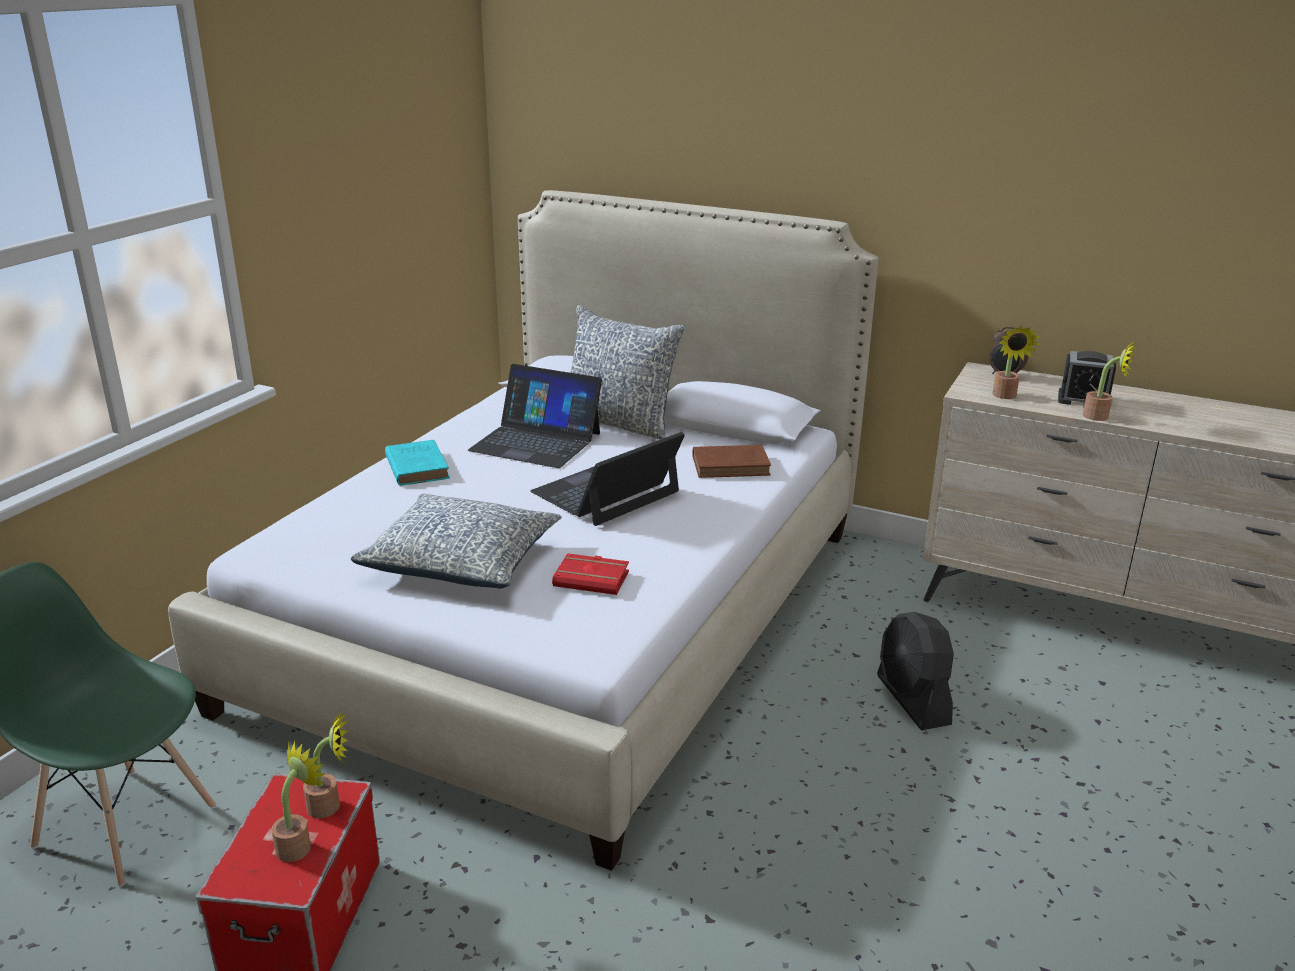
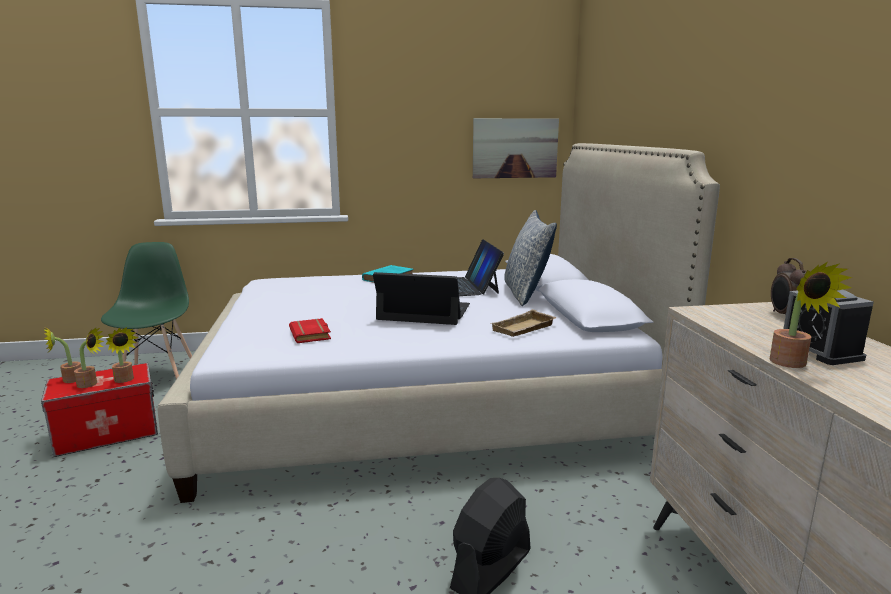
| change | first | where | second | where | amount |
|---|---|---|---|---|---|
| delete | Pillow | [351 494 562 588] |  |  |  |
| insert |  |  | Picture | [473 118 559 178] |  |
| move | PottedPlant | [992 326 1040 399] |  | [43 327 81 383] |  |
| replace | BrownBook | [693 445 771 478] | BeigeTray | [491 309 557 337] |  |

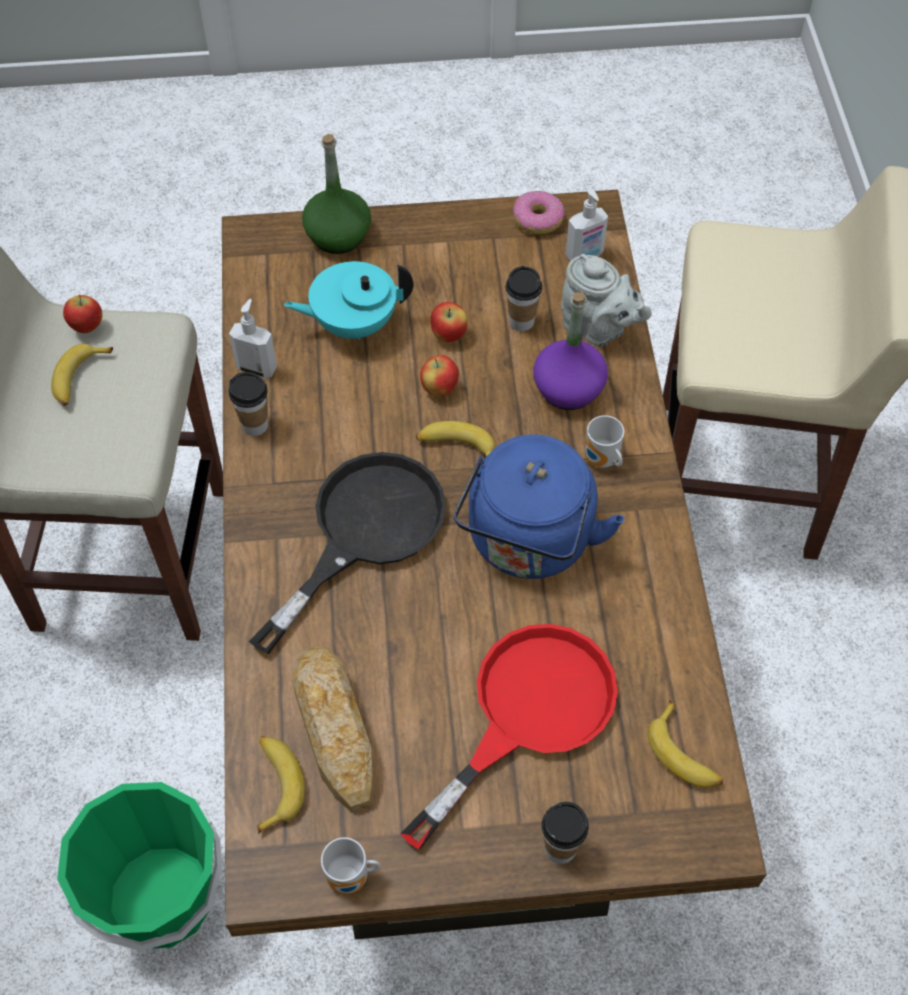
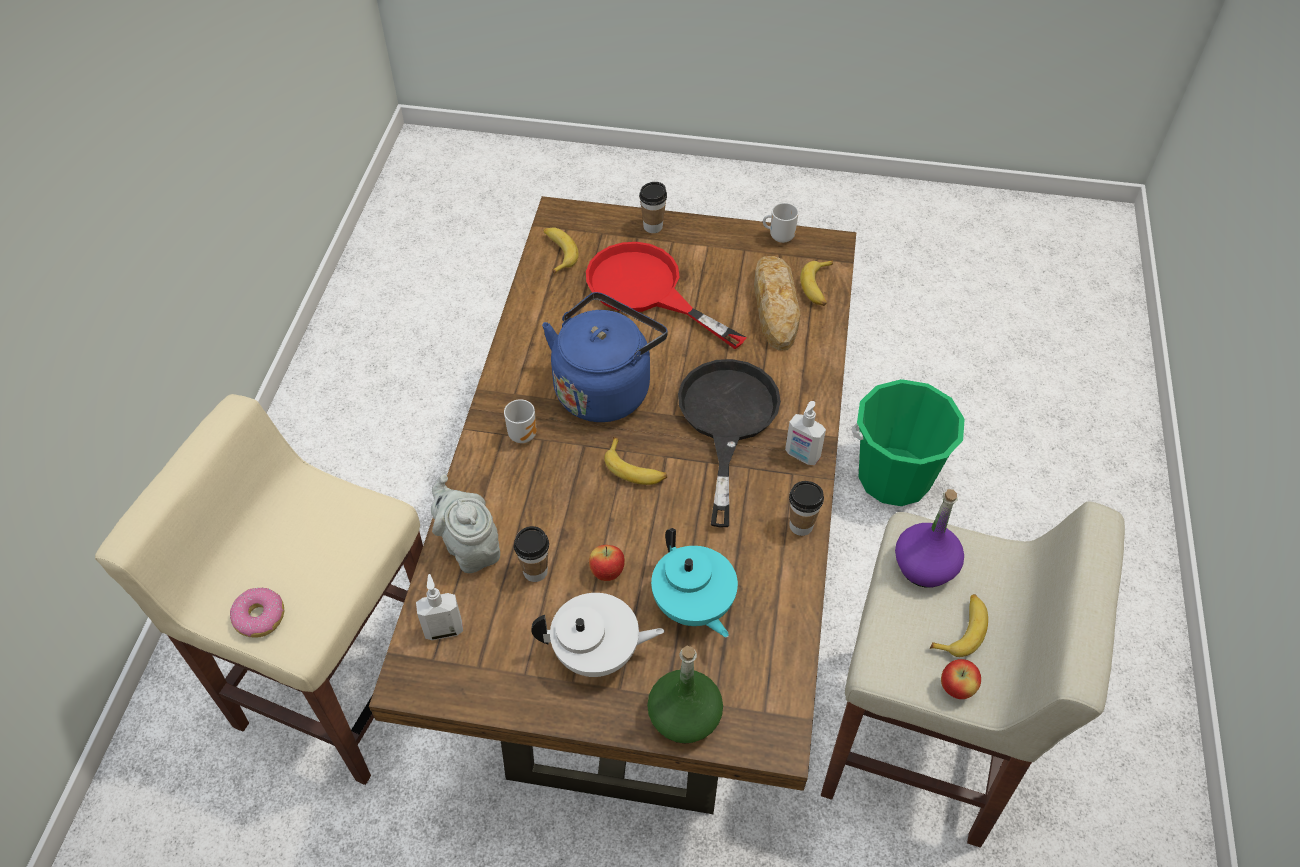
| change | first | where | second | where | amount |
|---|---|---|---|---|---|
| delete | Apple | [420 355 459 397] |  |  |  |
| insert |  |  | WhiteTeapot | [532 593 664 677] |  |
| move | SoapDispenser | [229 299 277 378] |  | [785 401 826 465] |  |
| move | Donut | [513 191 565 234] |  | [230 588 285 638] |  |
| move | PurpleBottle | [533 292 608 410] |  | [895 489 964 588] |  |
| rotate | BlackFryingPan | [249 452 446 654] |  | [678 359 781 528] | 135 degrees clockwise |
| rotate | TurquoiseTeapot | [284 261 414 340] |  | [651 528 738 637] | 60 degrees clockwise |
| rotate | RedFryingPan | [400 624 618 849] |  | [586 242 747 349] | 75 degrees clockwise |

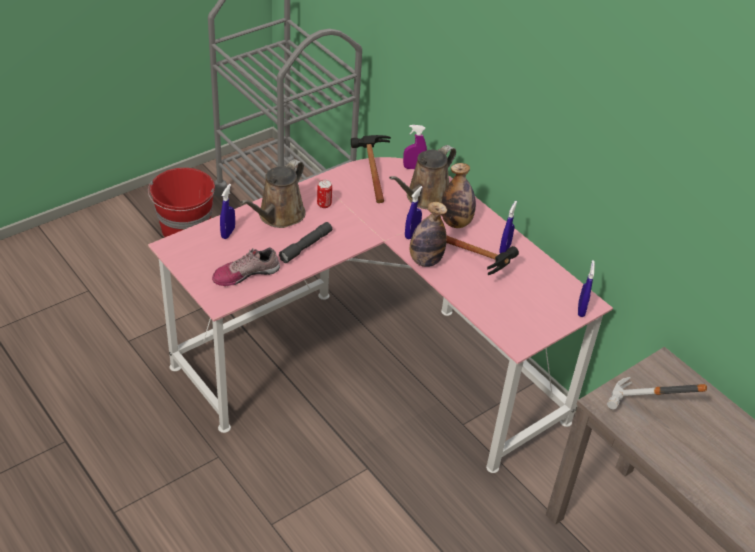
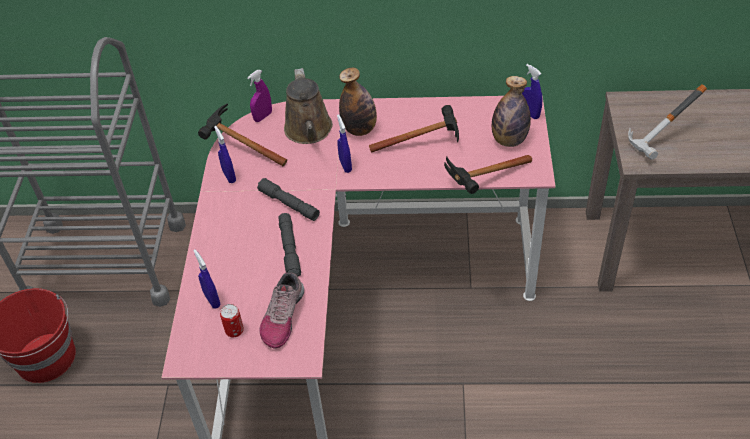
| change | first | where | second | where | amount |
|---|---|---|---|---|---|
| delete | BrownWateringCan | [241 159 306 228] |  |  |  |
| insert |  |  | GreyFlashlight | [257 178 320 221] |  |
| insert |  |  | Hammer | [444 155 532 194] |  |
| move | Can | [317 180 332 208] |  | [220 304 244 337] |  |
| move | Bottle | [410 202 447 267] |  | [492 76 531 147] |  |
| move | BlueSprayBottle | [499 201 517 253] |  | [214 126 236 183] |  |

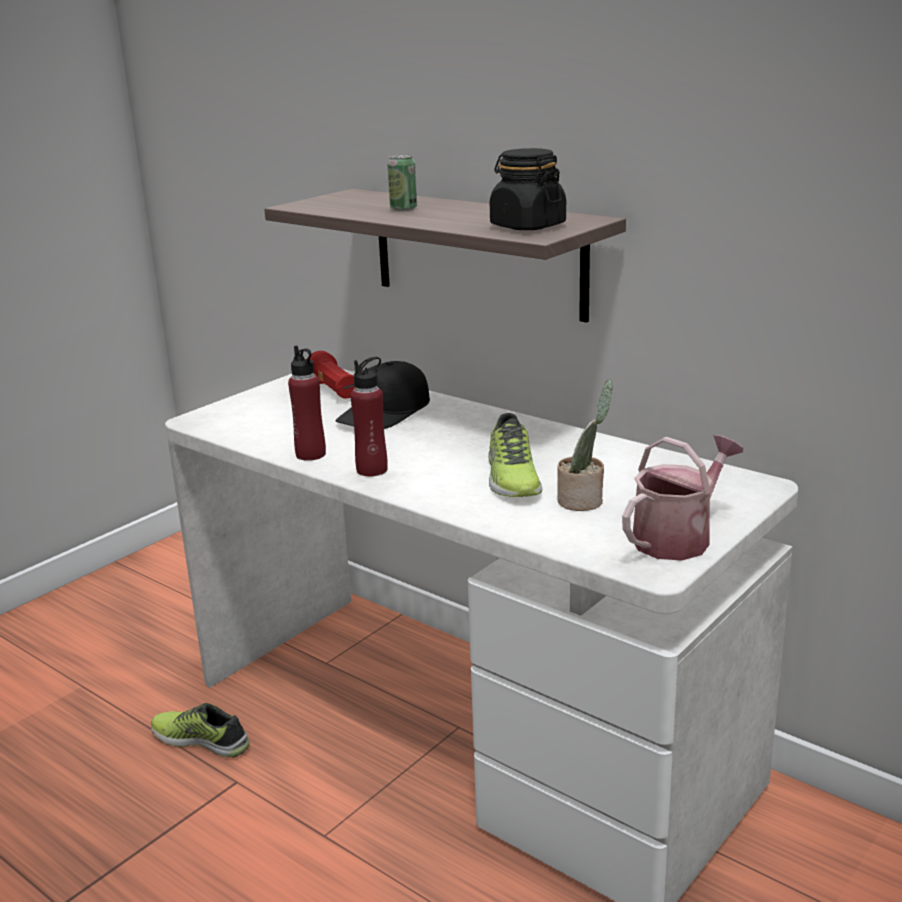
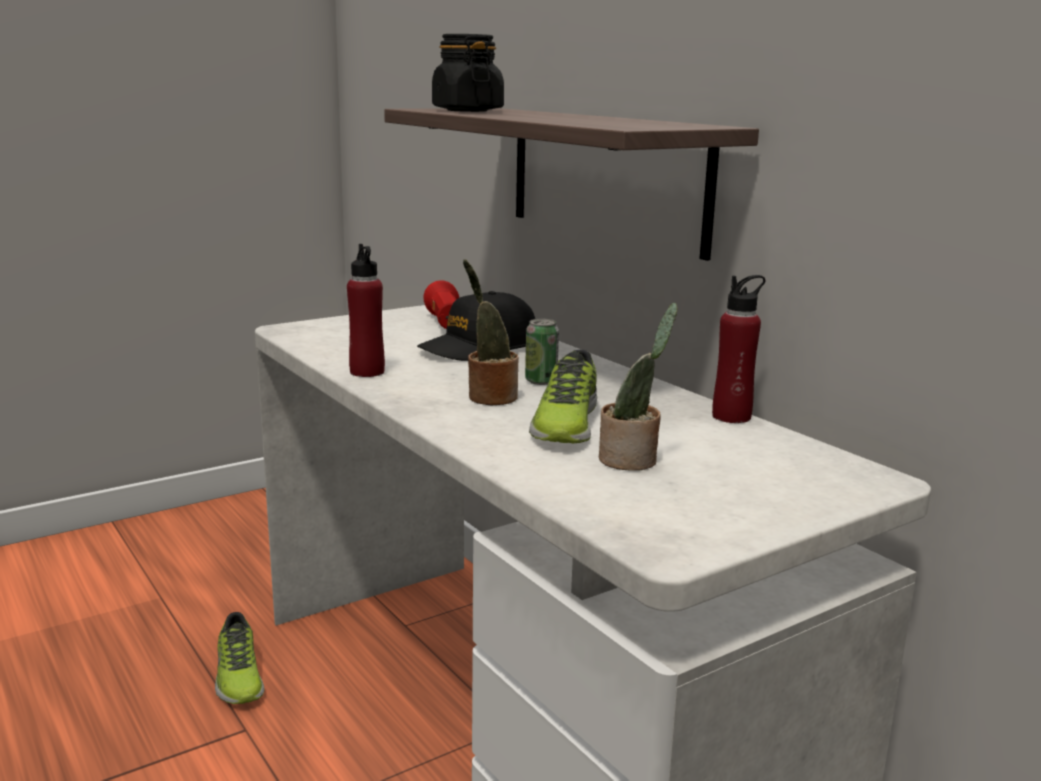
| change | first | where | second | where | amount |
|---|---|---|---|---|---|
| delete | WateringCan | [622 435 743 561] |  |  |  |
| insert |  |  | PottedPlant | [463 260 519 405] |  |
| move | RedBottle | [350 357 388 477] |  | [712 275 766 423] |  |
| move | Can | [387 154 417 211] |  | [525 319 559 385] |  |
| move | BlackJar | [490 148 566 230] |  | [432 34 504 112] |  |
| rotate | Shoe | [151 703 250 758] |  | [215 612 265 704] | 150 degrees counterclockwise |

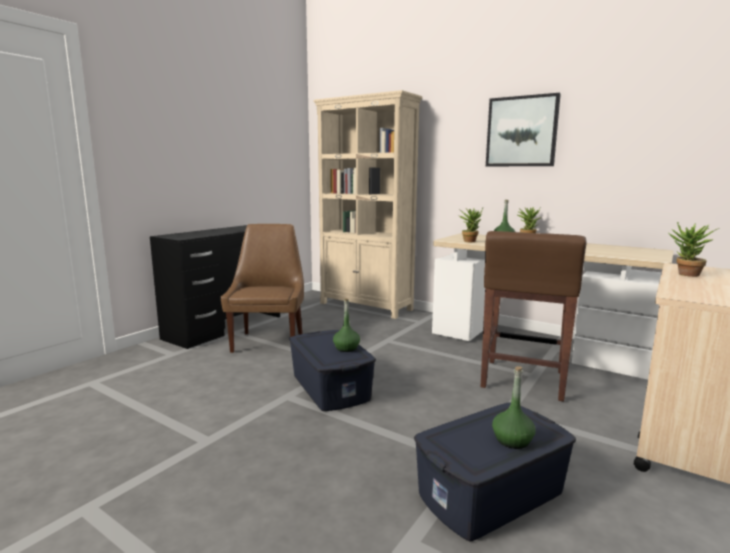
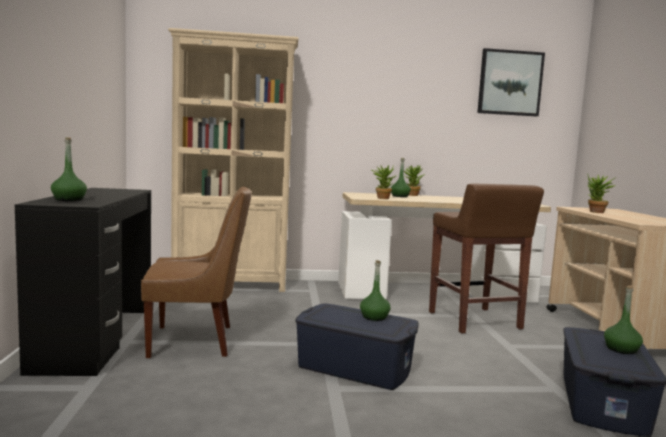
| change | first | where | second | where | amount |
|---|---|---|---|---|---|
| insert |  |  | GreenBottle | [51 137 87 201] |  |
| move | Picture | [486 93 561 166] |  | [477 48 545 116] |  |
| rotate | BrownChair | [221 224 304 353] |  | [141 187 252 359] | 120 degrees clockwise |

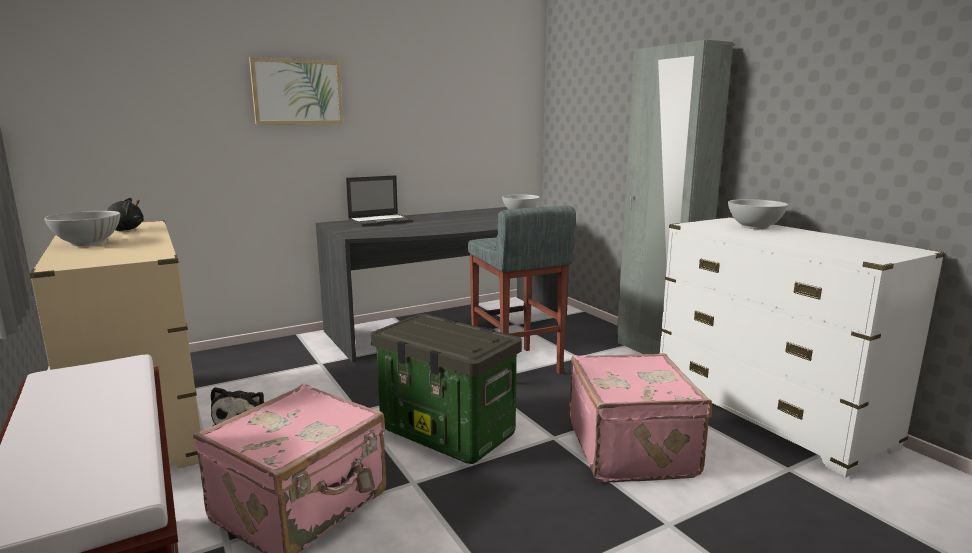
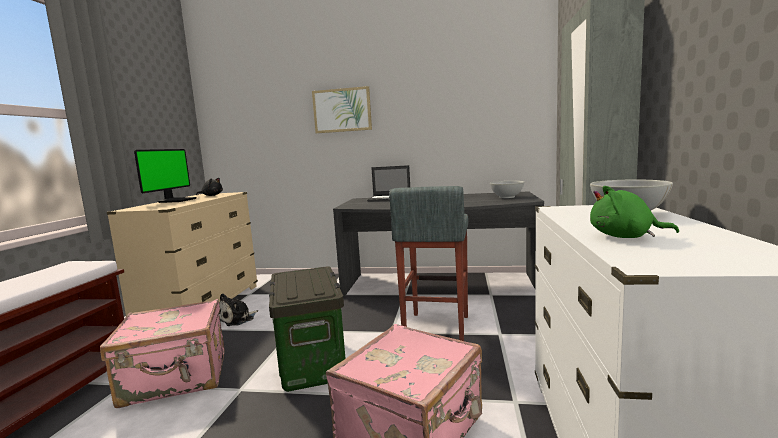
| change | first | where | second | where | amount |
|---|---|---|---|---|---|
| insert |  |  | GreenPlushToy | [590 186 679 238] |  |
| replace | WhiteBowl | [44 211 120 246] | Monitor | [134 149 197 203] |  |

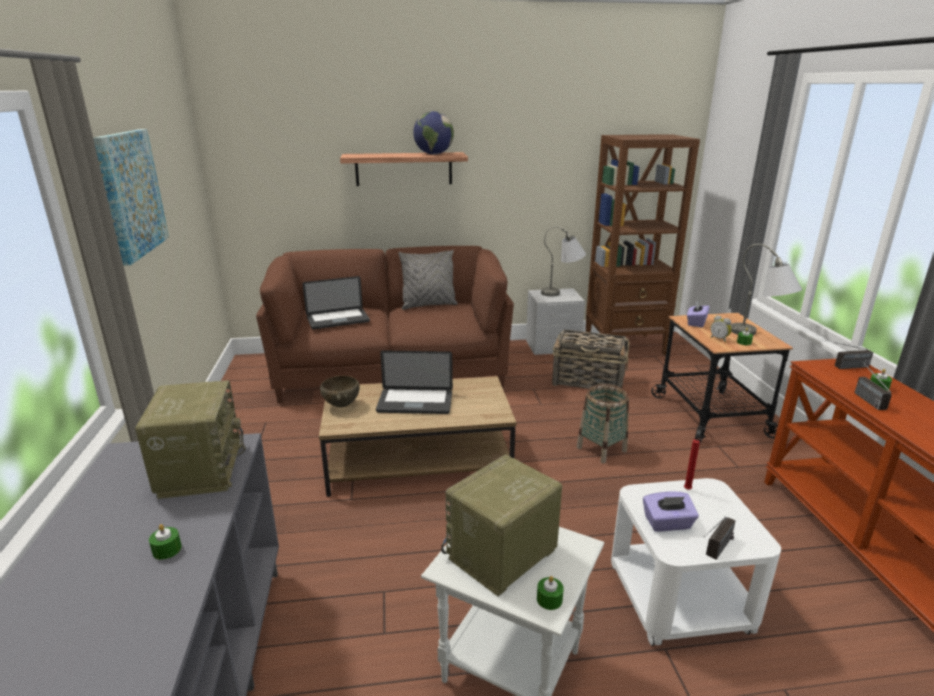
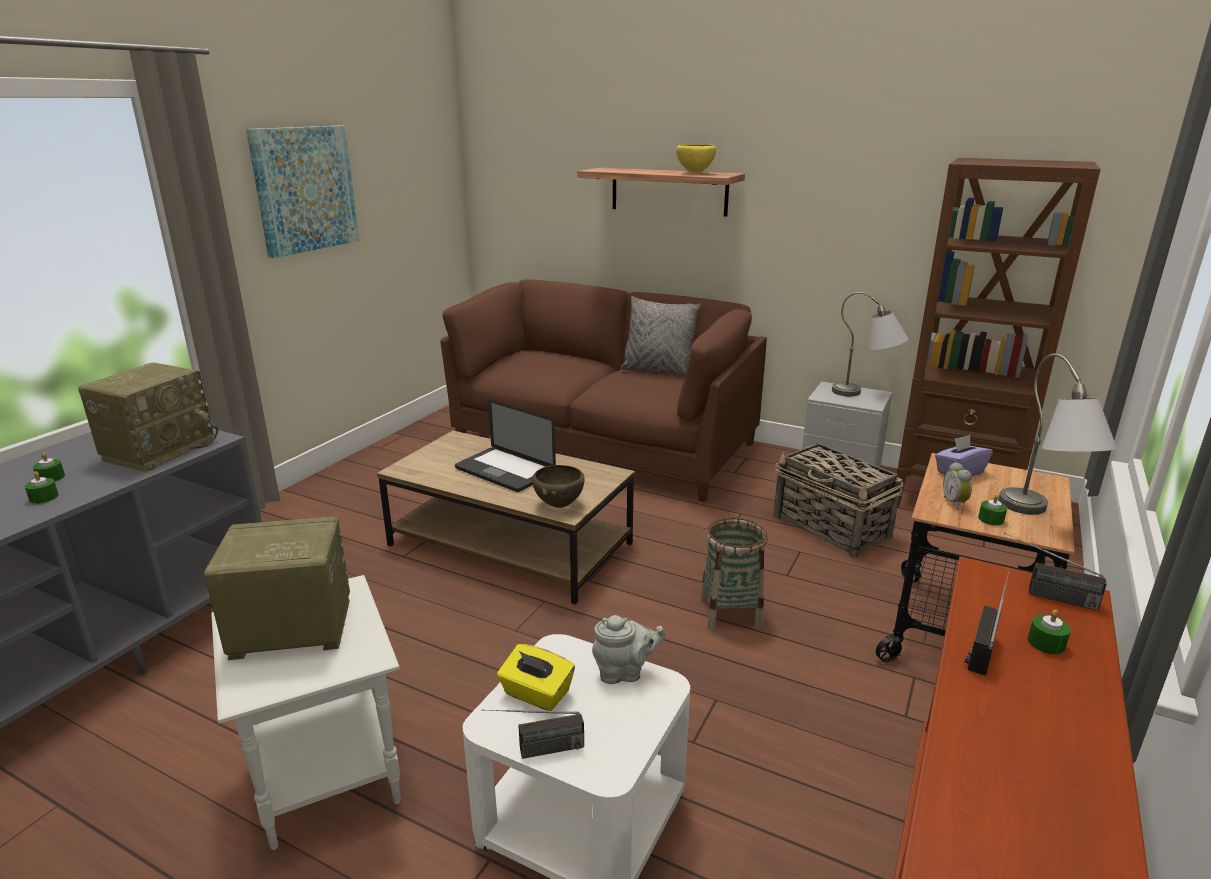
| change | first | where | second | where | amount |
|---|---|---|---|---|---|
| delete | Laptop | [303 276 370 329] |  |  |  |
| move | BrownBowl | [320 376 360 408] |  | [532 465 585 508] |  |
| move | GreenCandle | [537 576 564 610] |  | [33 453 65 481] |  |
| replace | Globe | [413 111 454 155] | YellowBowl | [676 144 716 174] |  |
| replace | RedCandle | [684 439 700 490] | GreyTeapot | [592 615 666 684] |  |
| recolor | PurpleTissueBox | [643 491 699 532] | YellowTissueBox | [497 644 575 711] |  |

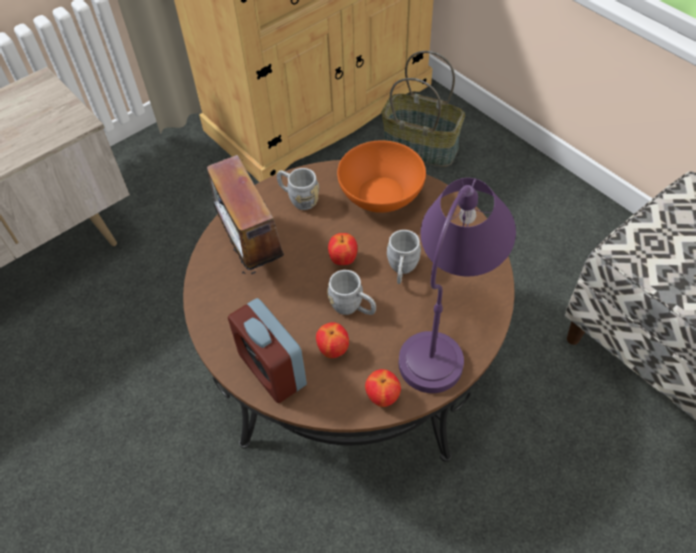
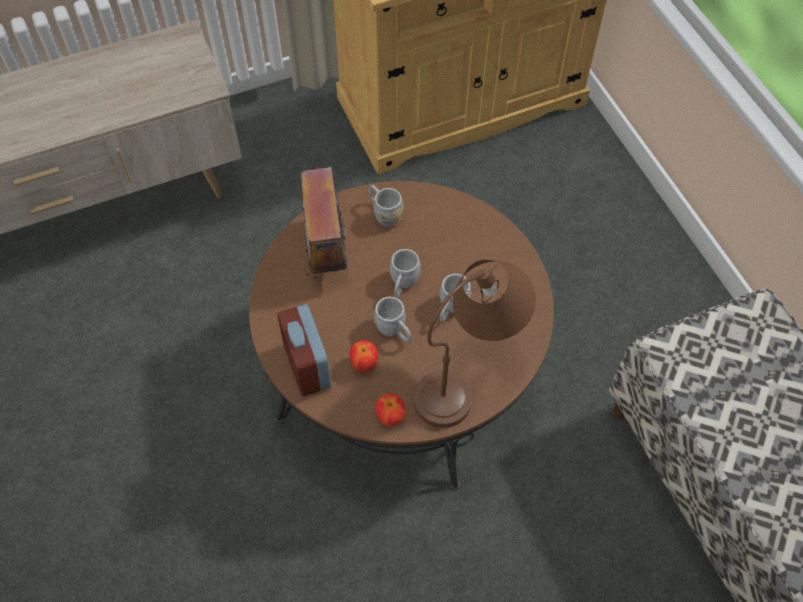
| change | first | where | second | where | amount |
|---|---|---|---|---|---|
| delete | OrangeBowl | [337 140 426 213] |  |  |  |
| delete | Basket | [381 51 465 167] |  |  |  |
| replace | Apple | [328 233 358 265] | GreyMug | [390 249 421 298] |  |
| recolor | PurpleTableLamp | [399 178 516 393] | BrownTableLamp | [414 259 536 428] |  |

